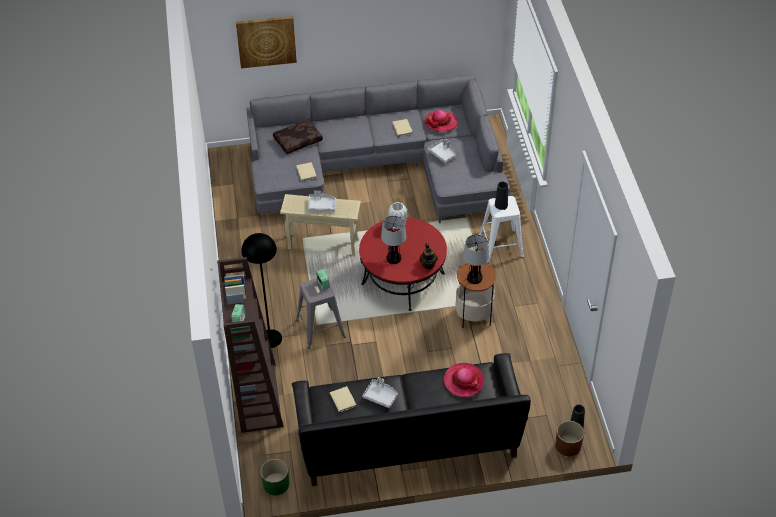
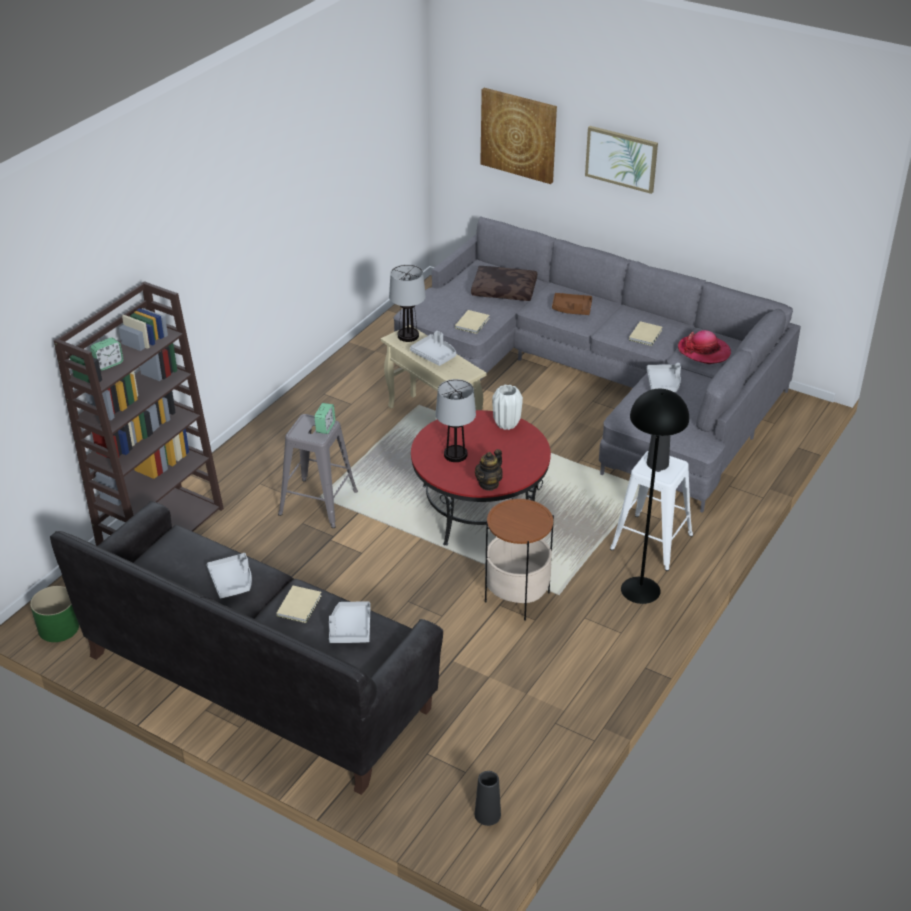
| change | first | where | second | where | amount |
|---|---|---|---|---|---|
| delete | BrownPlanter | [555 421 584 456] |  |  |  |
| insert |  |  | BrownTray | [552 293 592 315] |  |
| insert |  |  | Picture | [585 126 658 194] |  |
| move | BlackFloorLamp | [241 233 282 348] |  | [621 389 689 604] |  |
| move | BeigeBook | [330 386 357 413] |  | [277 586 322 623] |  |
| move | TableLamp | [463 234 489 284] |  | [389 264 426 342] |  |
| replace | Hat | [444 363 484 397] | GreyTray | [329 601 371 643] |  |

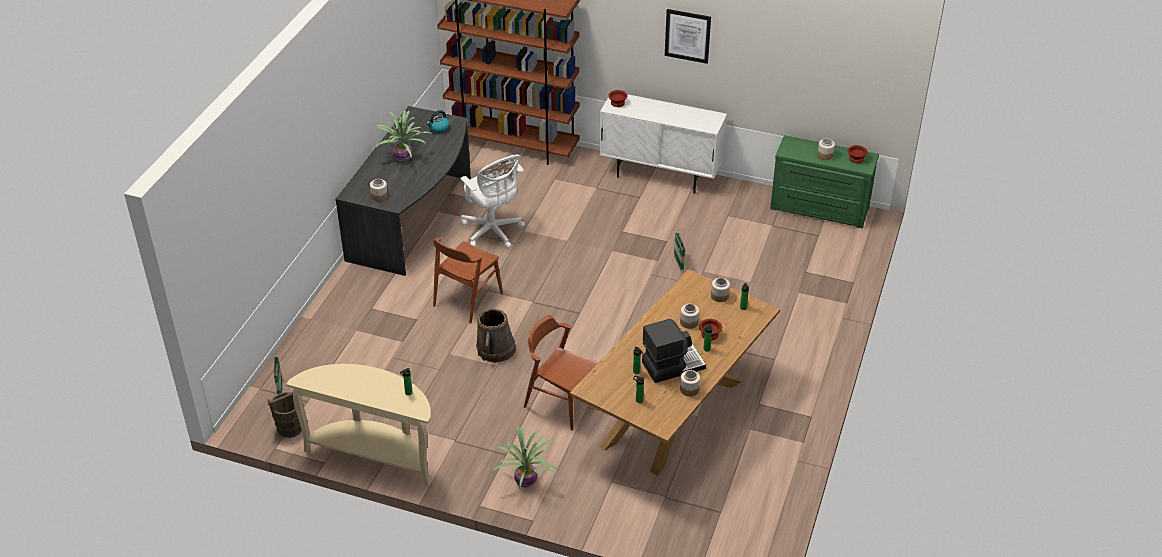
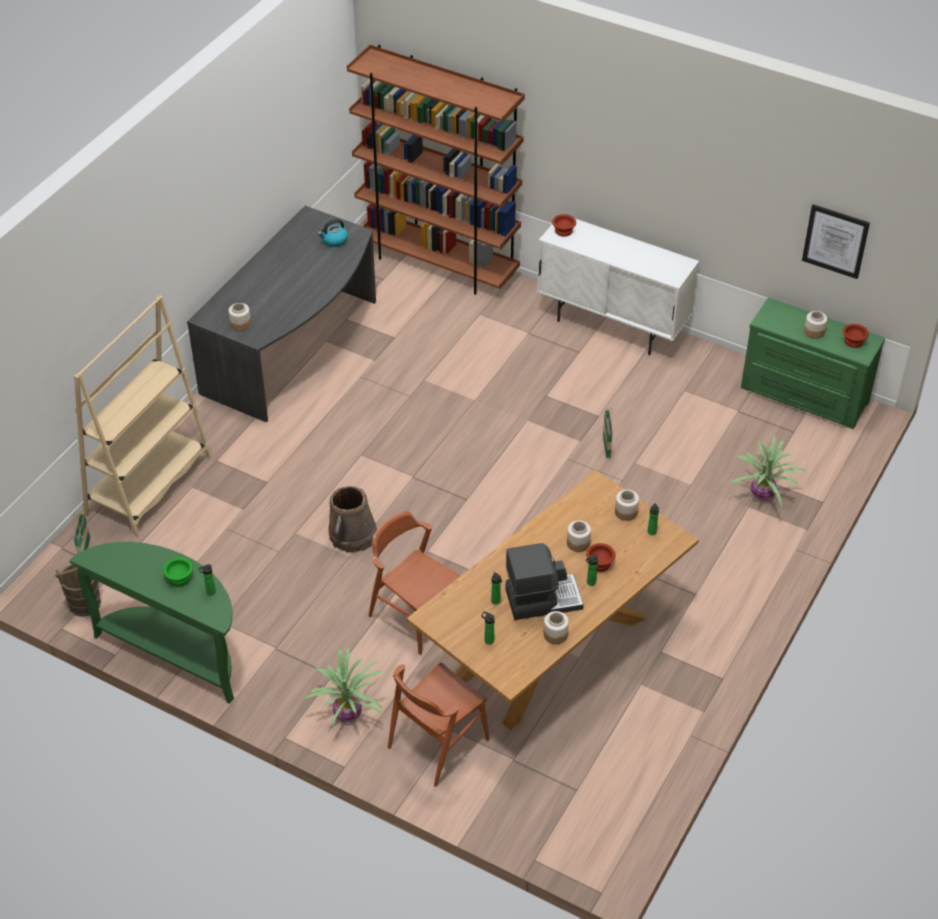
| change | first | where | second | where | amount |
|---|---|---|---|---|---|
| delete | WhiteOfficeChair | [461 155 525 249] |  |  |  |
| insert |  |  | BeigeBookcase | [74 295 212 536] |  |
| insert |  |  | GreenBowl | [163 557 193 586] |  |
| move | PottedPlant | [374 111 431 162] |  | [730 435 807 508] |  |
| move | BrownChair | [433 237 503 324] |  | [388 663 489 787] |  |
| move | Picture | [665 9 711 64] |  | [802 204 870 279] |  |
| recolor | BeigeConsoleTable | [286 364 431 486] | GreenConsoleTable | [69 542 234 704] |  |

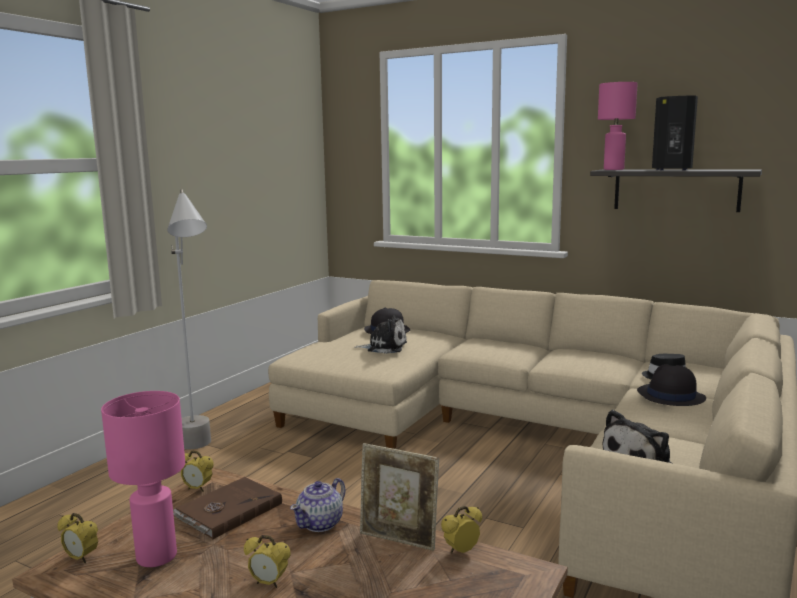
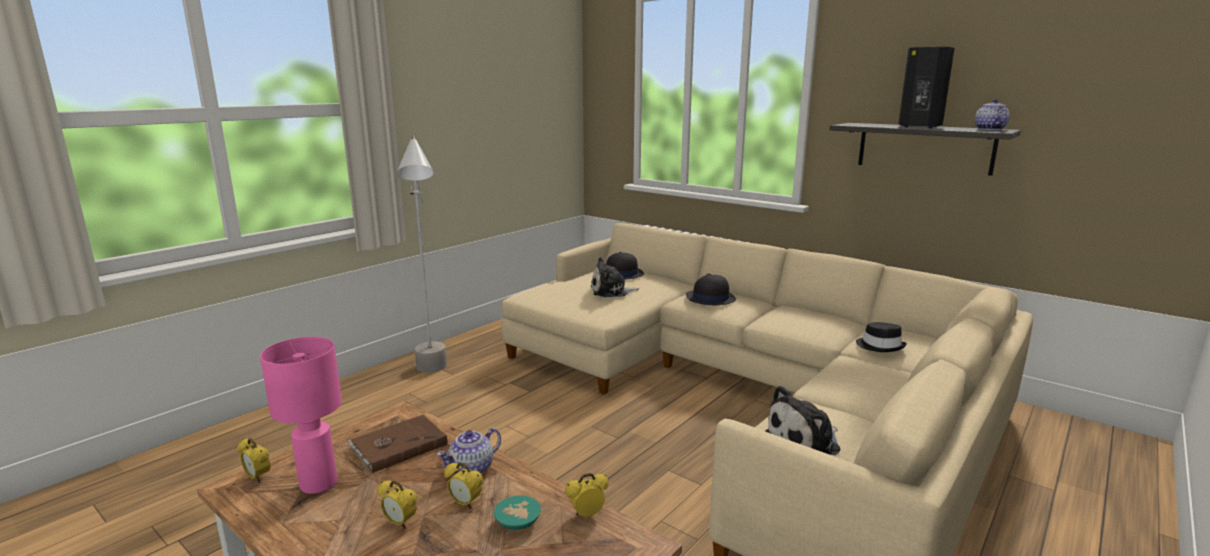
| change | first | where | second | where | amount |
|---|---|---|---|---|---|
| delete | PictureFrame | [360 443 439 551] |  |  |  |
| delete | PinkTableLamp | [598 82 638 170] |  |  |  |
| insert |  |  | TurquoiseBowl | [494 496 541 530] |  |
| insert |  |  | Teapot | [975 99 1010 130] |  |
| move | AlarmClock | [181 451 214 492] |  | [444 462 483 509] |  |
| move | BlackHat | [637 364 706 406] |  | [686 274 736 305] |  |
| rotate | PlushToy | [354 315 407 354] |  | [591 257 639 297] | 150 degrees clockwise |

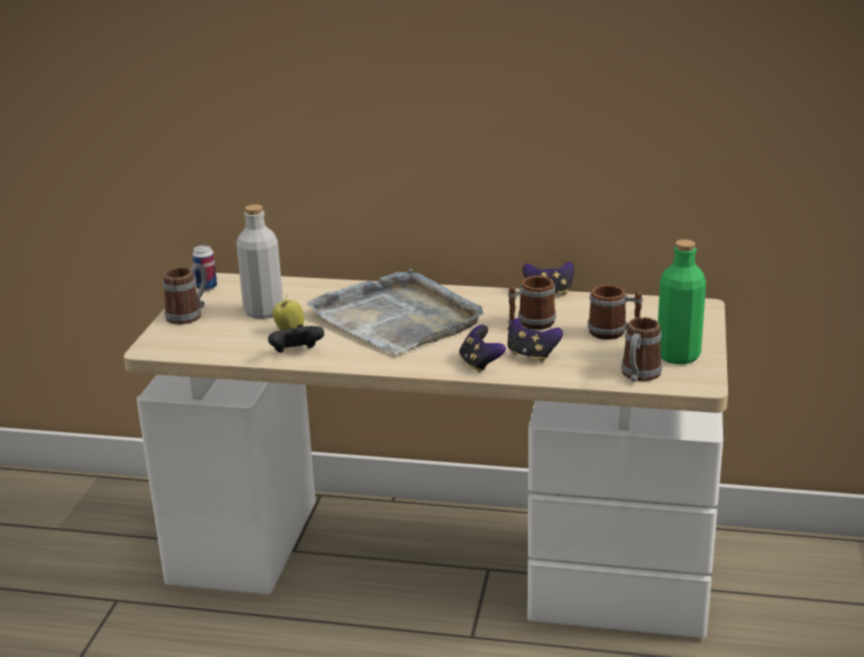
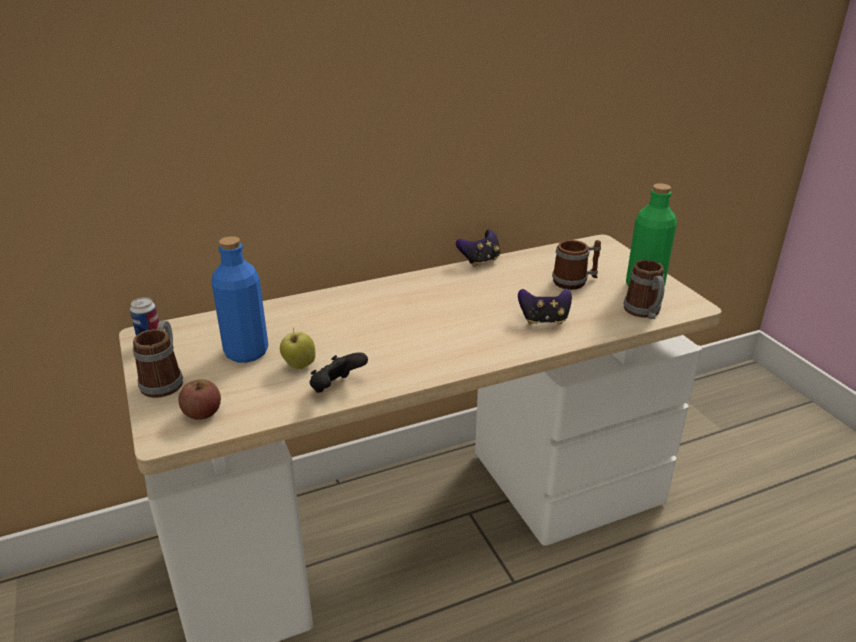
| change | first | where | second | where | amount |
|---|---|---|---|---|---|
| delete | GreyTray | [307 269 483 354] |  |  |  |
| delete | GameController | [459 325 506 373] |  |  |  |
| delete | Mug | [508 276 556 330] |  |  |  |
| insert |  |  | Apple | [178 379 221 420] |  |
| recolor | GreyBottle | [236 204 283 319] | BlueBottle | [211 236 268 363] |  |

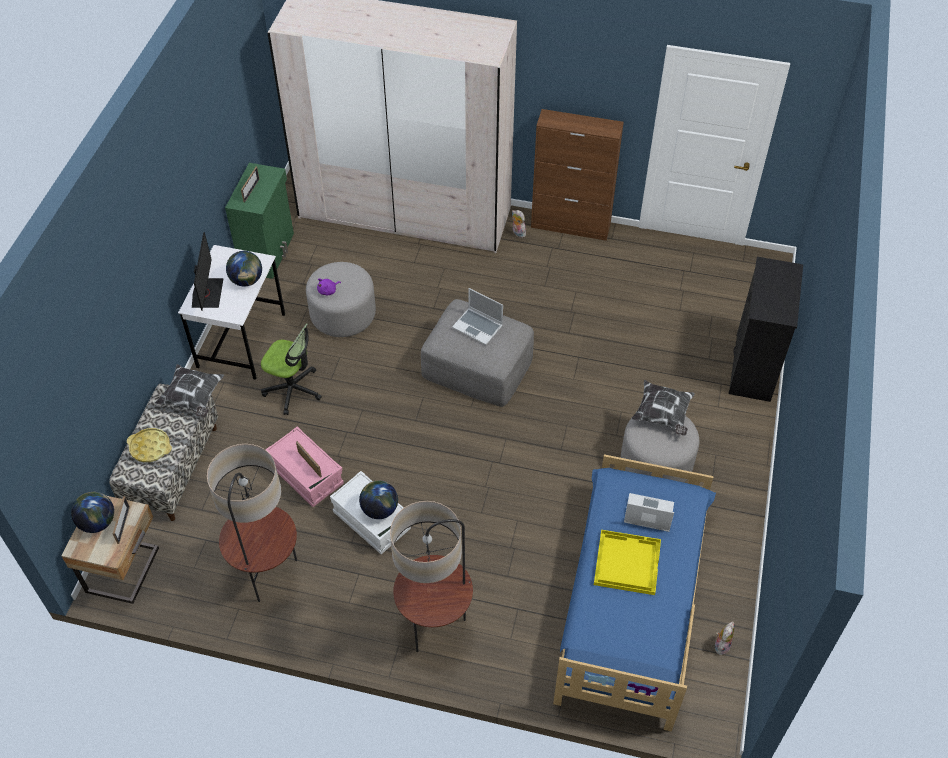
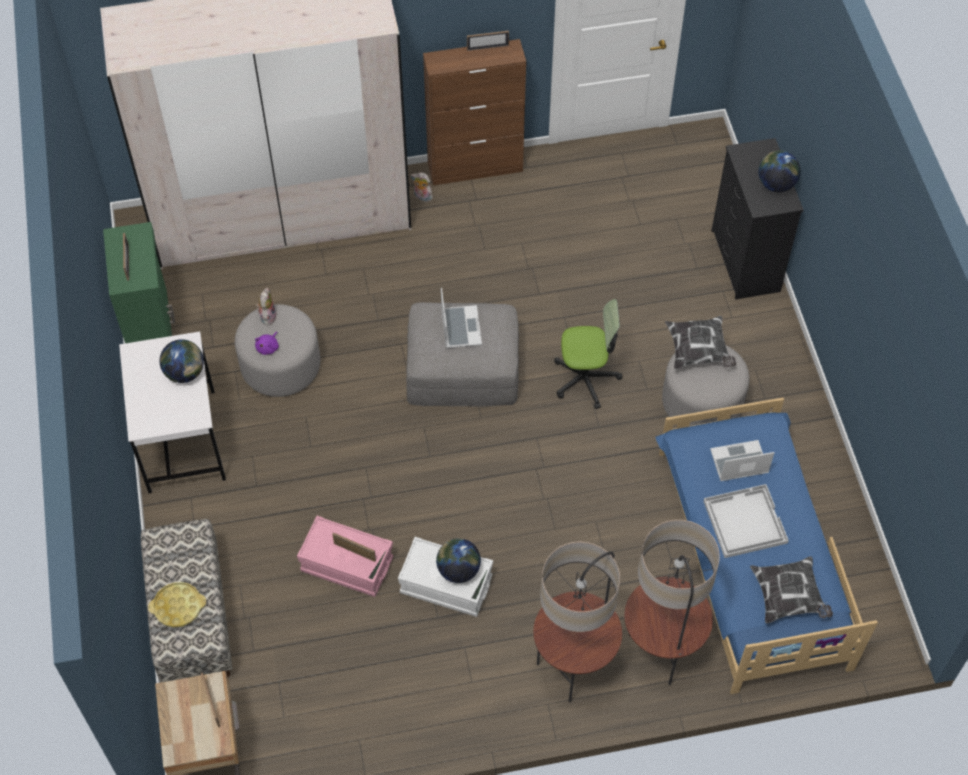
| change | first | where | second | where | amount |
|---|---|---|---|---|---|
| delete | Monitor | [192 232 224 310] |  |  |  |
| insert |  |  | PictureFrame | [467 31 509 51] |  |
| move | Globe | [71 492 114 533] |  | [758 150 800 192] |  |
| move | Pillow | [155 364 224 417] |  | [750 556 833 624] |  |
| move | FloorLamp | [207 444 297 602] |  | [625 520 720 685] |  |
| move | OfficeChair | [261 323 322 415] |  | [554 299 622 409] |  |
| move | PlushToy | [715 622 735 655] |  | [256 287 276 326] |  |
| recolor | YellowTray | [594 530 661 595] | WhiteTray | [704 484 789 558] |  |
| rotate | Laptop | [452 288 503 345] |  | [441 288 482 348] | 105 degrees counterclockwise |

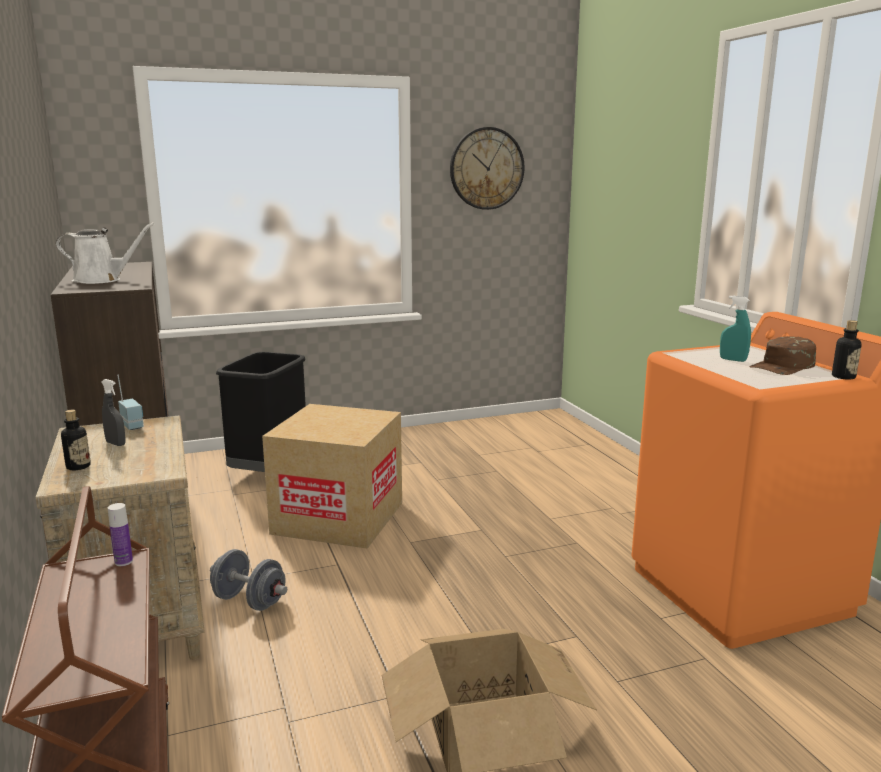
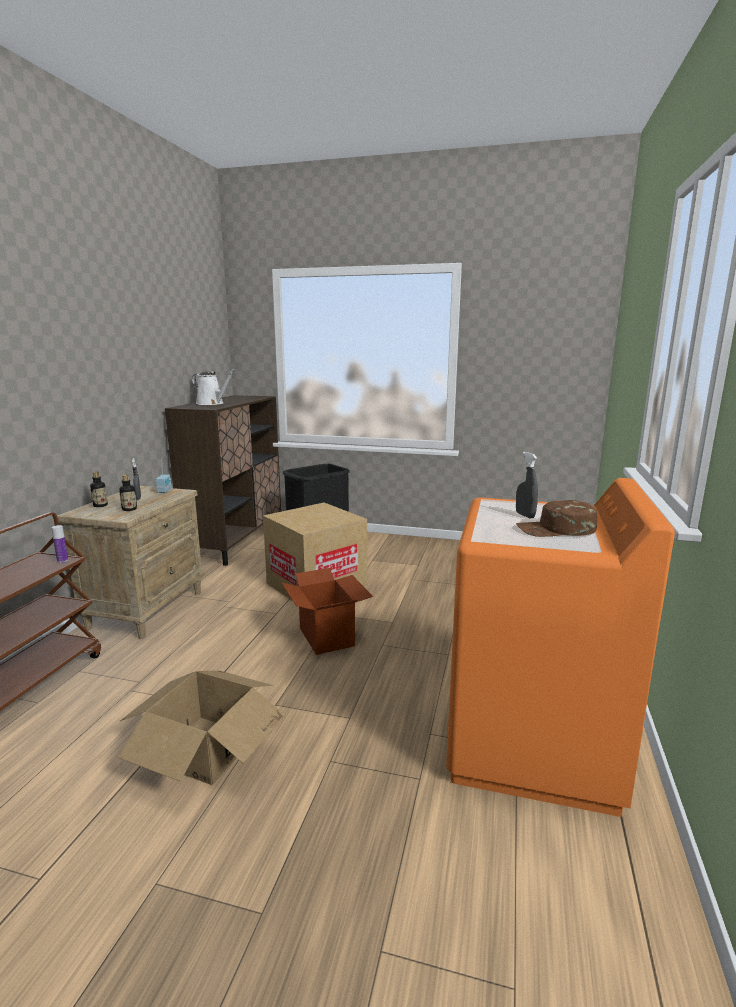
| change | first | where | second | where | amount |
|---|---|---|---|---|---|
| delete | GreyDumbbell | [210 549 287 611] |  |  |  |
| delete | WallClock | [450 127 525 210] |  |  |  |
| insert |  |  | CardboardBox | [281 568 373 655] |  |
| move | Bottle | [832 320 862 379] |  | [119 475 137 511] |  |
| recolor | TurquoiseSprayBottle | [720 296 751 362] | GreySprayBottle | [516 452 538 519] |  |

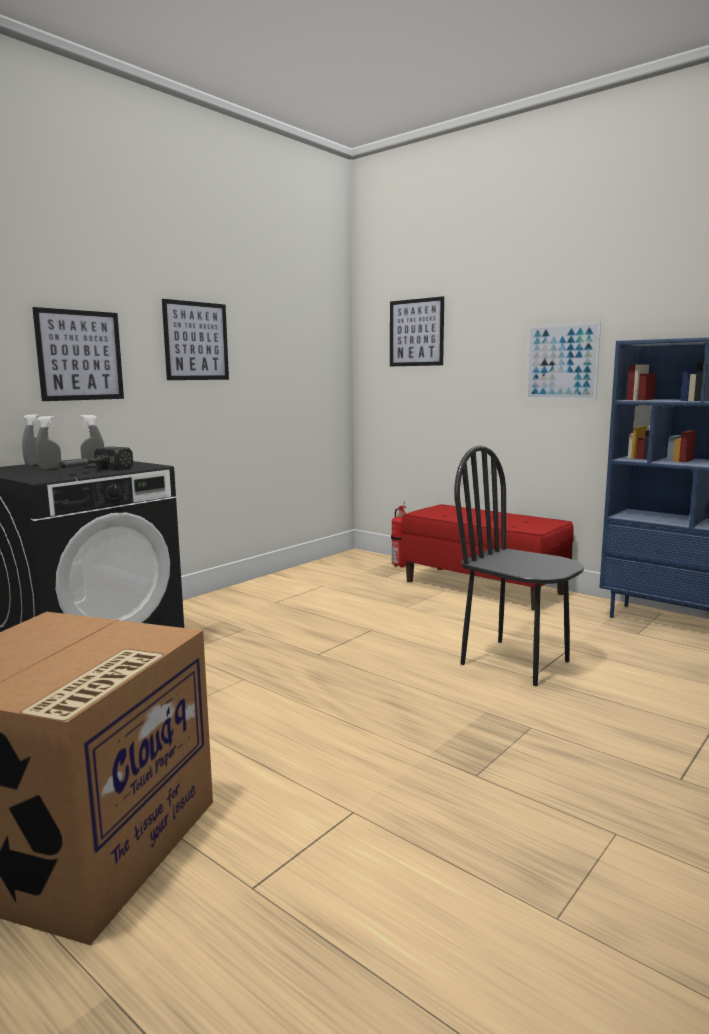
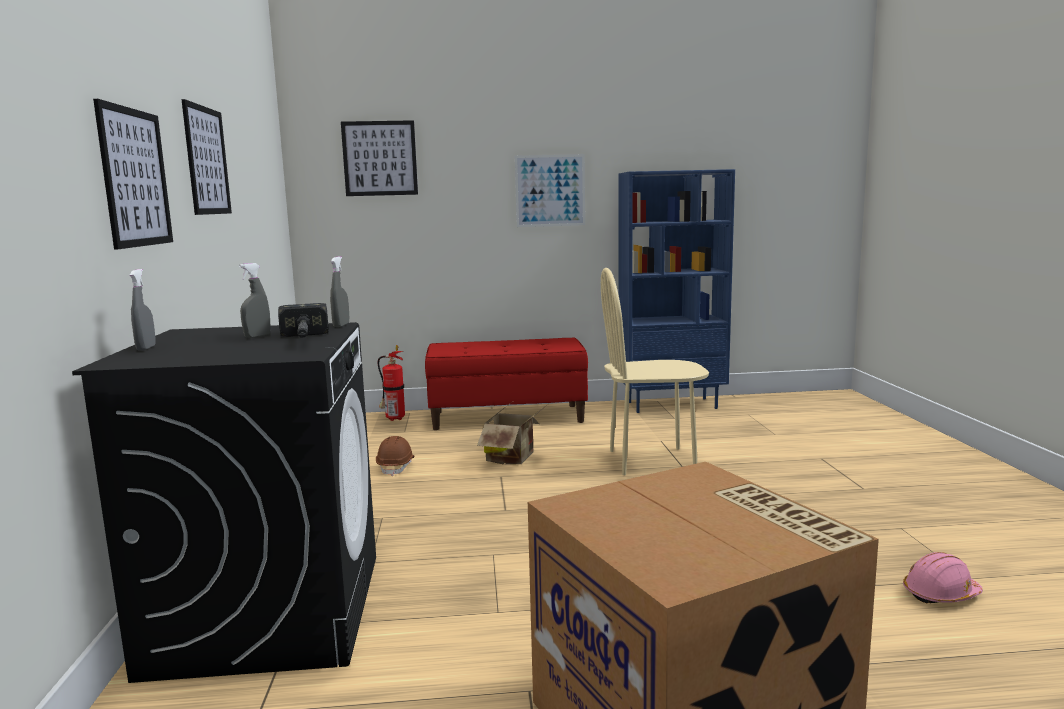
| change | first | where | second | where | amount |
|---|---|---|---|---|---|
| insert |  |  | BrownHardHat | [376 436 414 476] |  |
| insert |  |  | CardboardBox | [477 402 547 465] |  |
| insert |  |  | PinkHardHat | [903 552 983 604] |  |
| move | GreySprayBottle | [36 416 61 470] |  | [330 256 349 327] |  |
| recolor | BlackChair | [454 445 584 686] | BeigeChair | [601 268 709 475] |  |

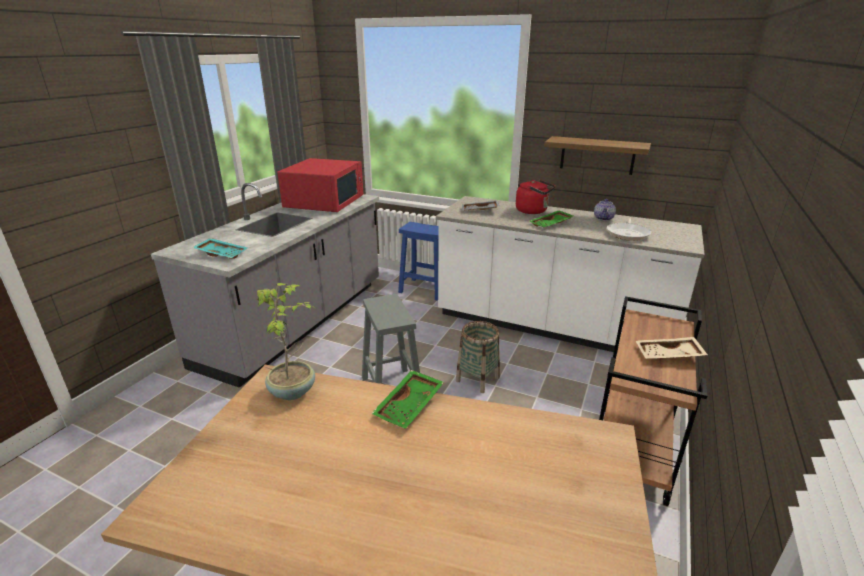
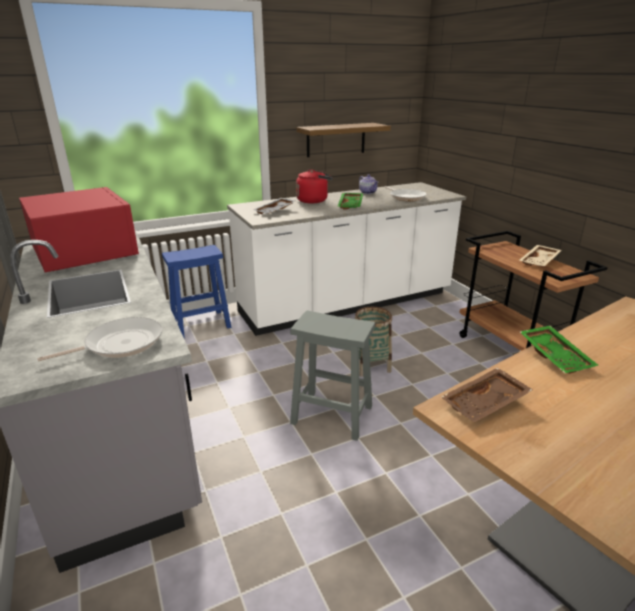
| change | first | where | second | where | amount |
|---|---|---|---|---|---|
| replace | TurquoiseTray | [192 238 247 259] | FryingPan | [37 317 162 361] |  |
| replace | PottedPlant | [257 283 315 400] | BrownTray | [441 368 533 423] |  |

